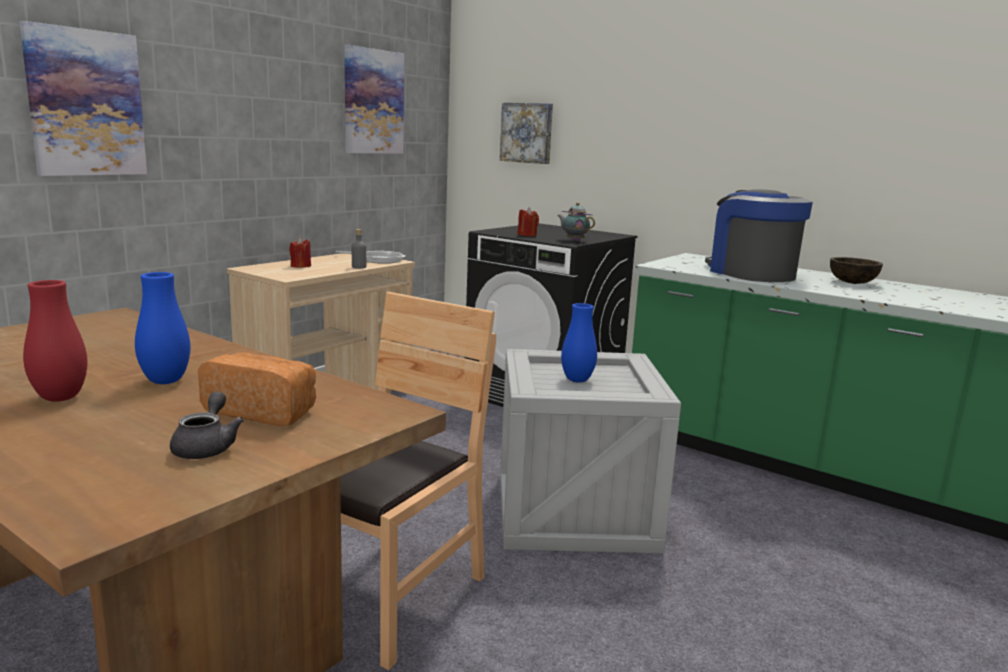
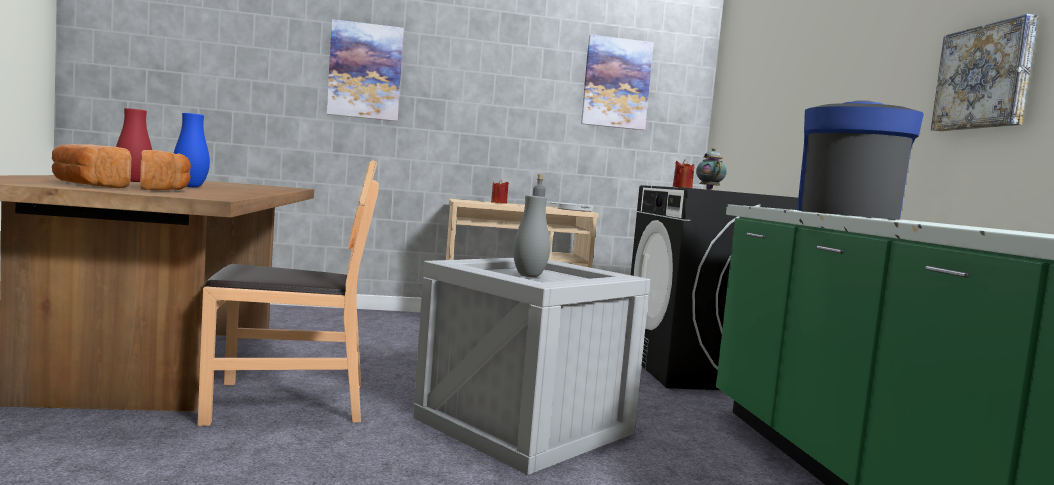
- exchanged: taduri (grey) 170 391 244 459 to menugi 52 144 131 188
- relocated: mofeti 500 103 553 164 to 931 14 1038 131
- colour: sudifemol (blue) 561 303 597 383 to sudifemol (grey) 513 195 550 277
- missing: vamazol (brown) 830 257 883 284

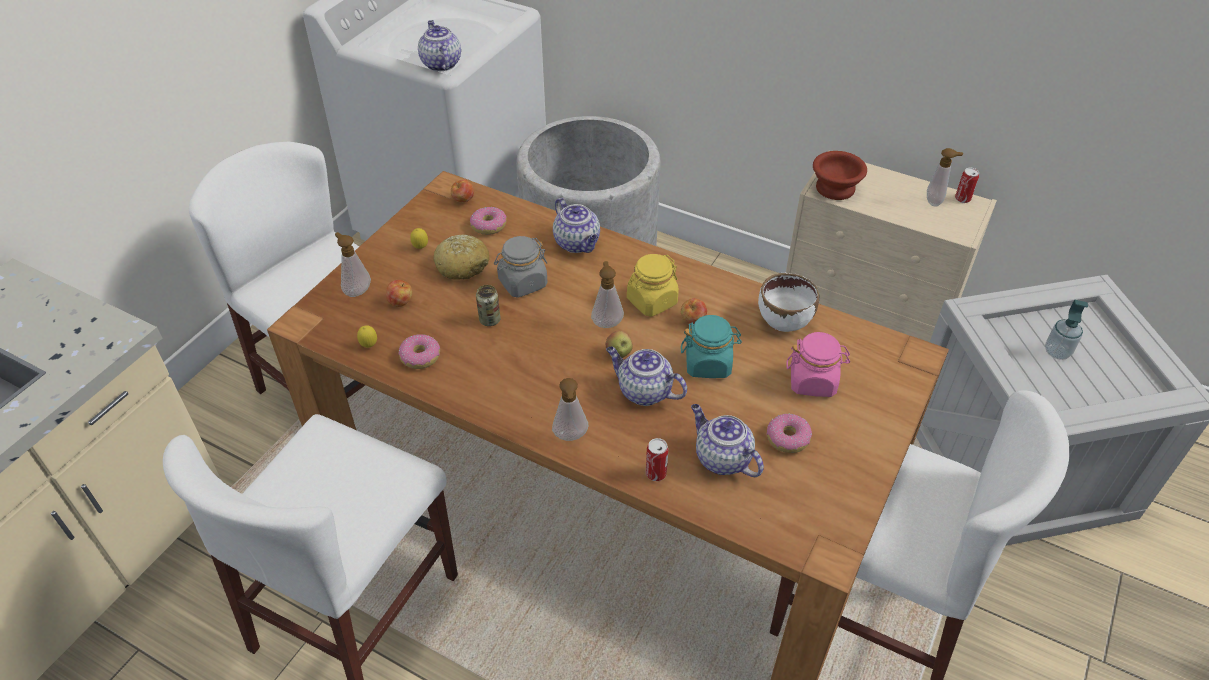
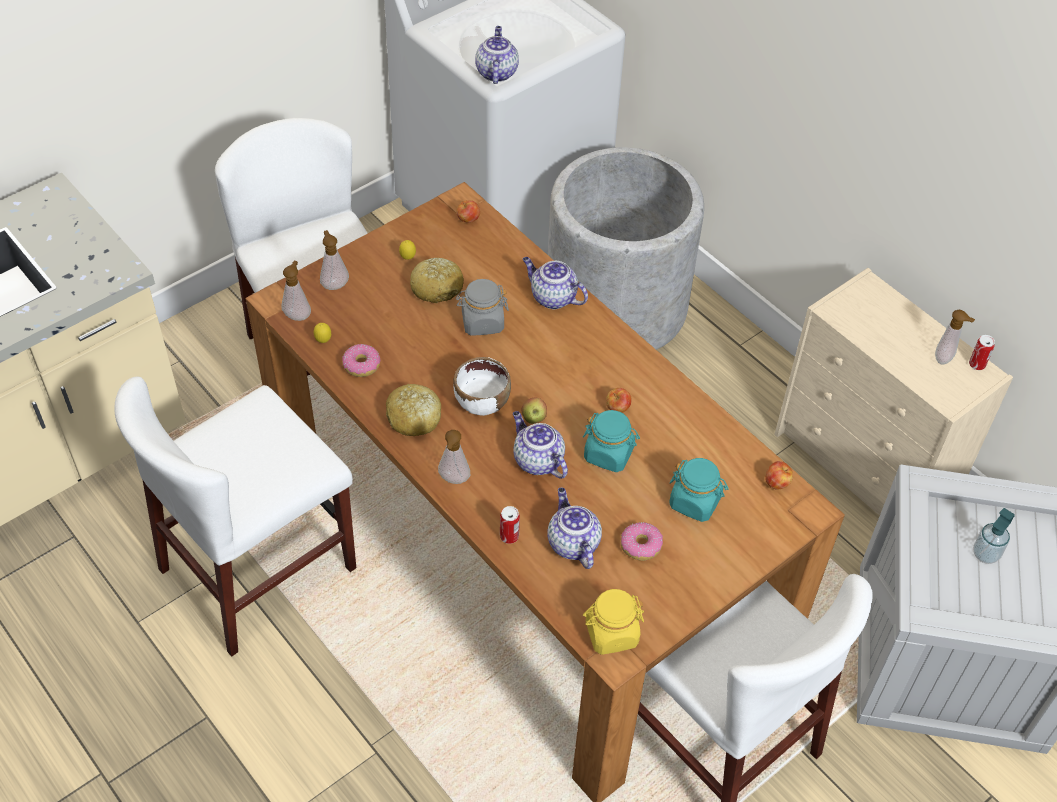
- relocated: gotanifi 386 280 413 307 to 765 461 793 490
- missing: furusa 470 207 507 235
- missing: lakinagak 476 285 501 326
- spun: taduri 553 198 600 253 = 523 257 588 309 135 degrees clockwise
- relocated: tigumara 591 261 624 328 to 281 261 311 321
- relocated: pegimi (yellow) 627 254 679 317 to 583 589 644 655
- relocated: vamazol (white) 758 272 819 332 to 453 357 511 416
- colour: pegimi (pink) 786 332 850 397 to pegimi (turquoise) 669 458 728 522
- missing: vamazol (brown) 813 151 867 200
- appeared: menugi 386 384 441 436

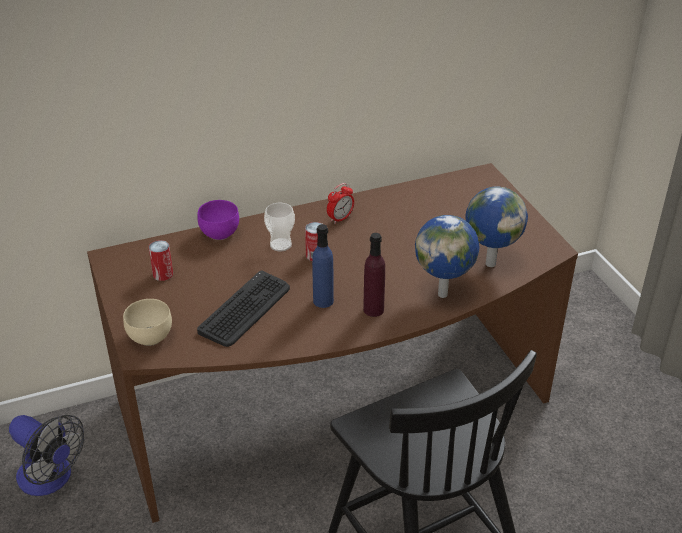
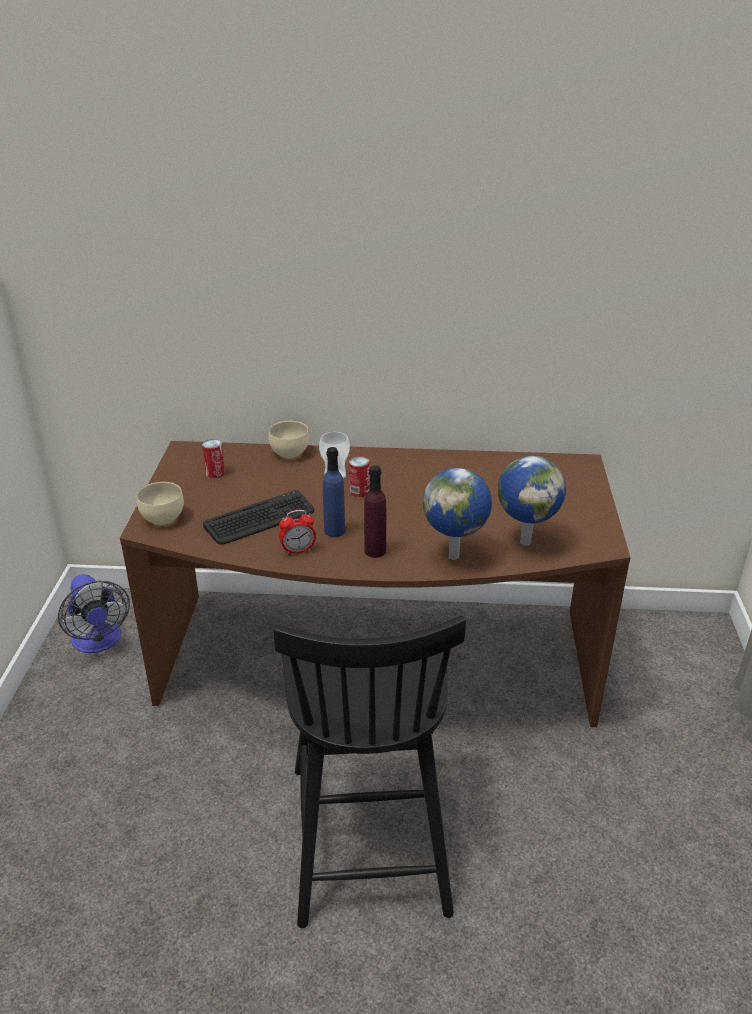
- colour: vamazol (purple) 198 200 239 240 to vamazol (beige) 269 421 309 459
- relocated: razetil 327 183 354 224 to 279 510 316 555

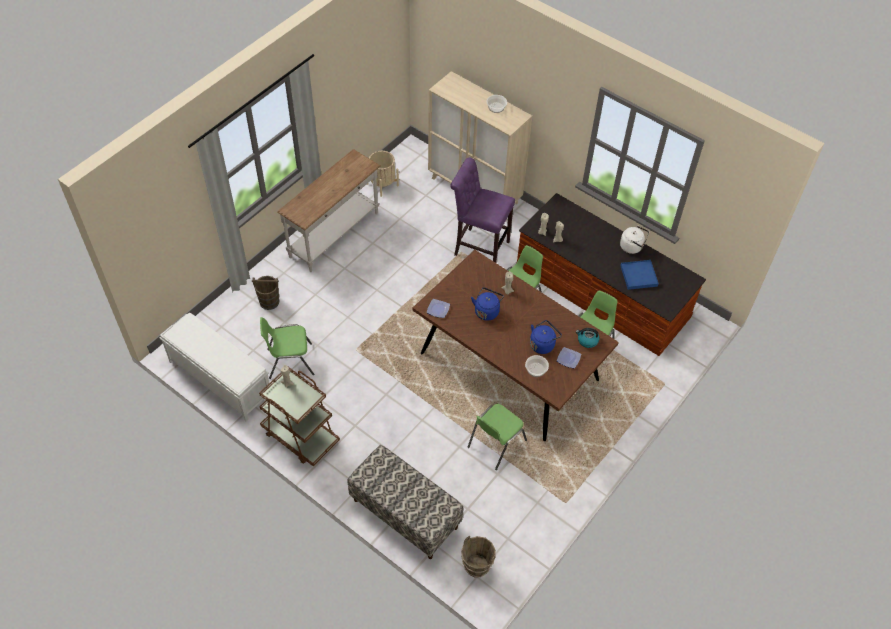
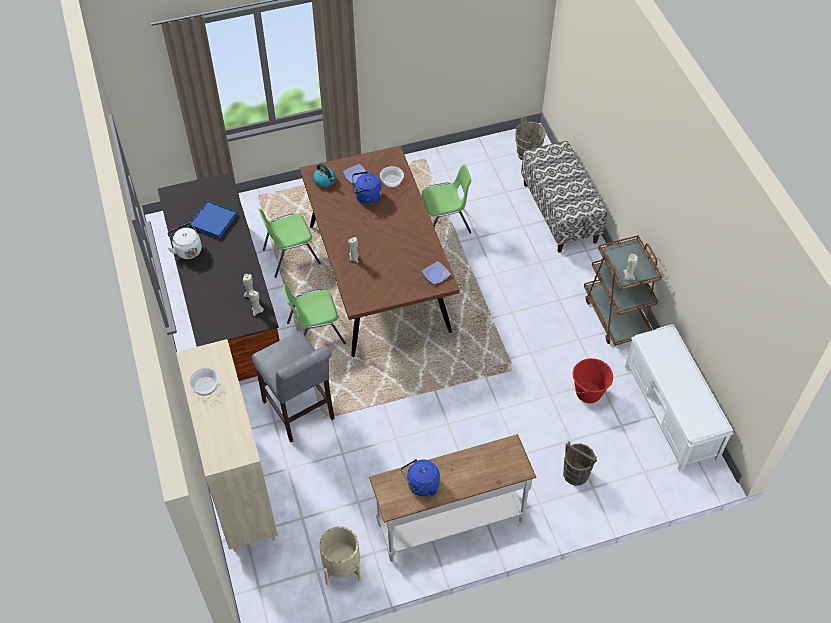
- exchanged: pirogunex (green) 260 317 314 379 to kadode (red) 573 358 613 403
- colour: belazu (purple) 450 158 515 263 to belazu (grey) 252 331 335 443
- relocated: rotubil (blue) 471 287 504 321 to 401 459 440 496

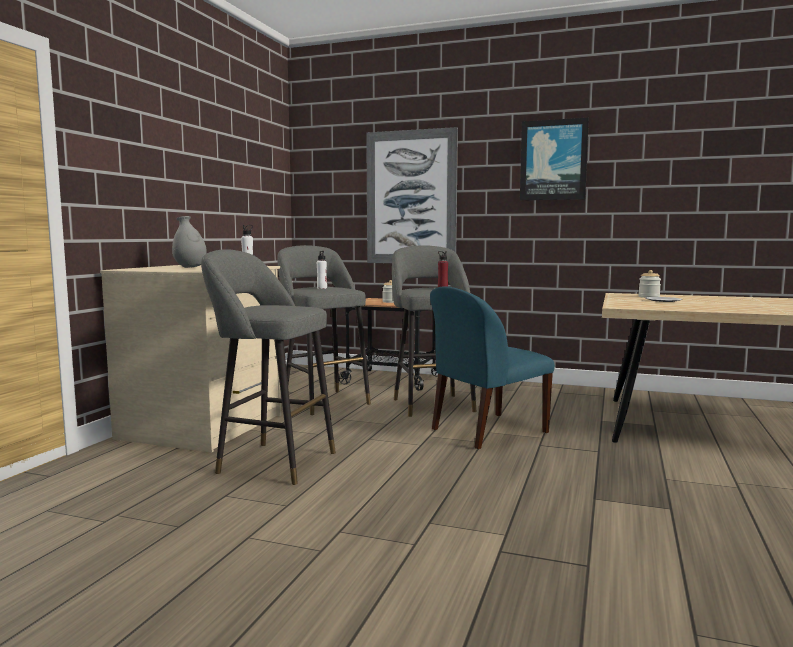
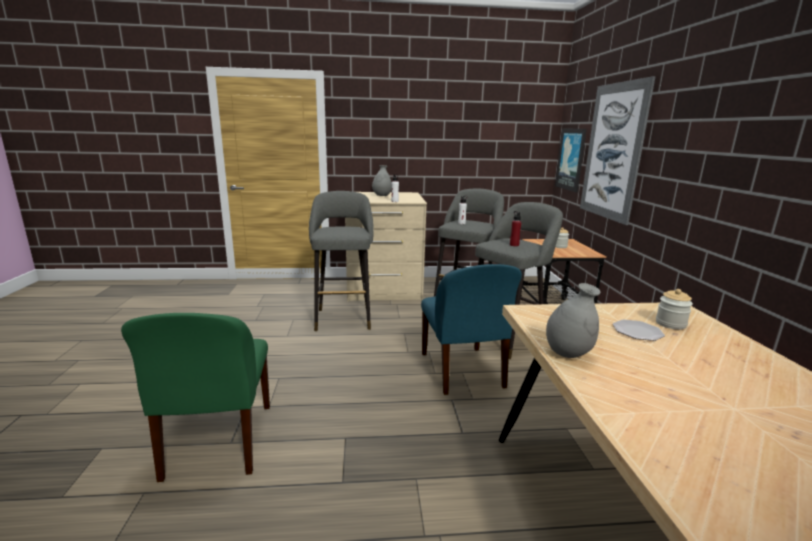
- spun: pirogunex (blue) 430 287 555 449 = 421 264 522 395 135 degrees counterclockwise
- relocated: mofeti 520 118 589 200 to 555 129 587 192
- appeared: pirogunex (green) 121 313 270 482
- appeared: sudifemol (grey) 546 283 601 358

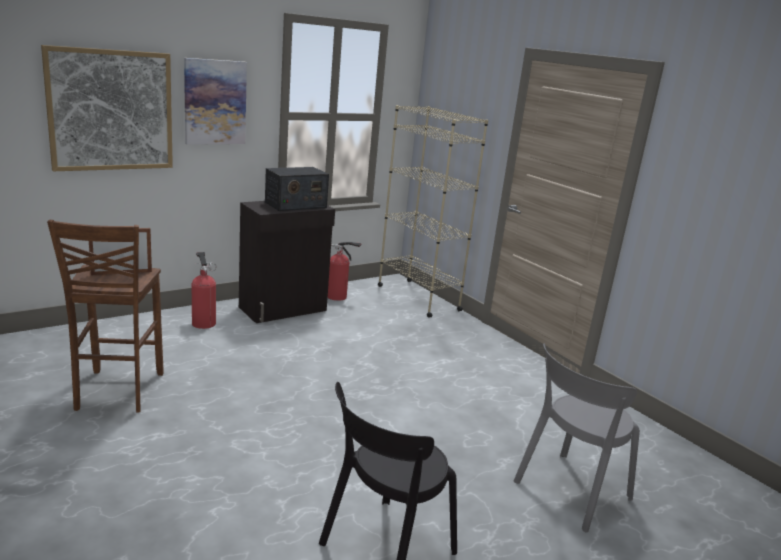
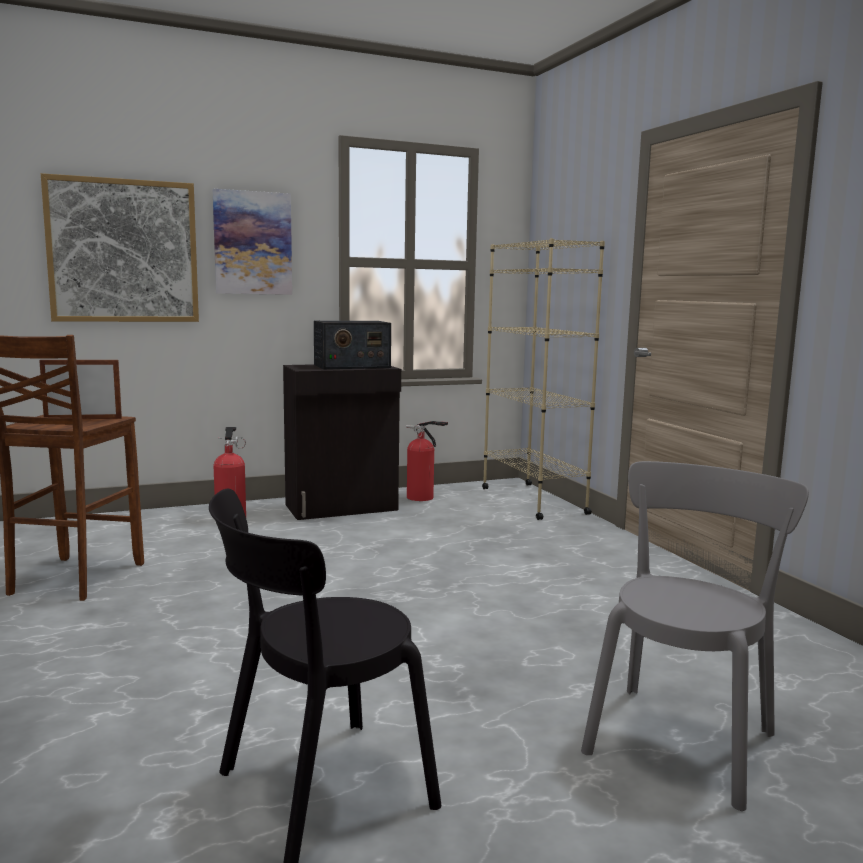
- spun: pirogunex (grey) 514 344 640 533 = 581 461 809 811 150 degrees clockwise

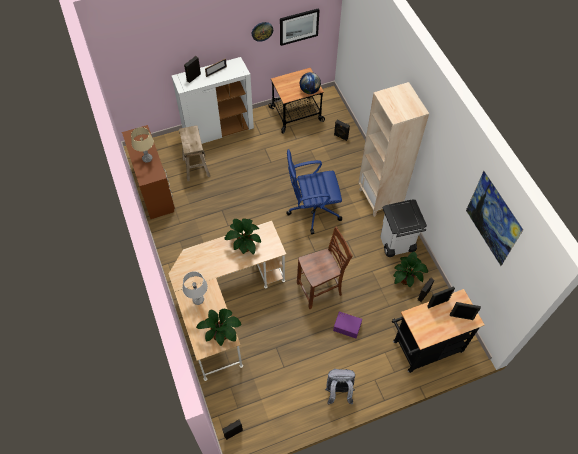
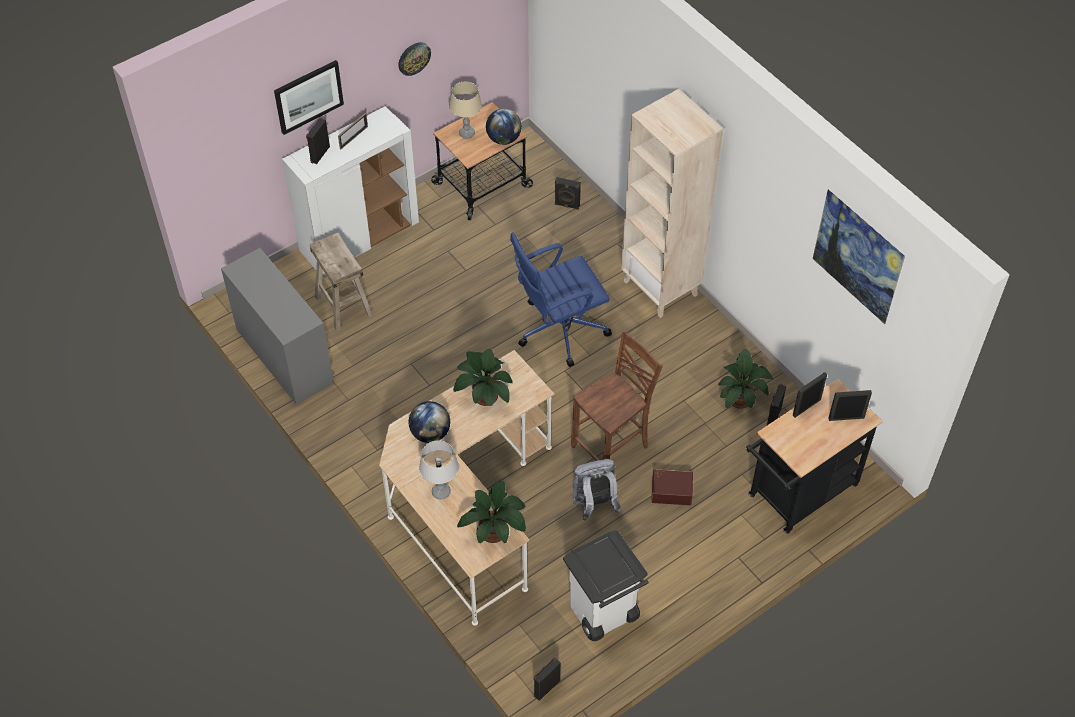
- colour: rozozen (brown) 122 125 175 219 to rozozen (grey) 221 248 333 405
- relocated: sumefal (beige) 131 127 154 163 to 449 82 482 139
- relocated: mofeti 280 8 319 46 to 274 60 344 135
- relocated: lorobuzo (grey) 324 368 355 405 to 573 459 621 521
- colour: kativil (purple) 333 311 362 338 to kativil (brown) 651 469 693 505
- relocated: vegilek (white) 380 200 427 257 to 563 530 648 641
- appeared: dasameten 408 401 450 443

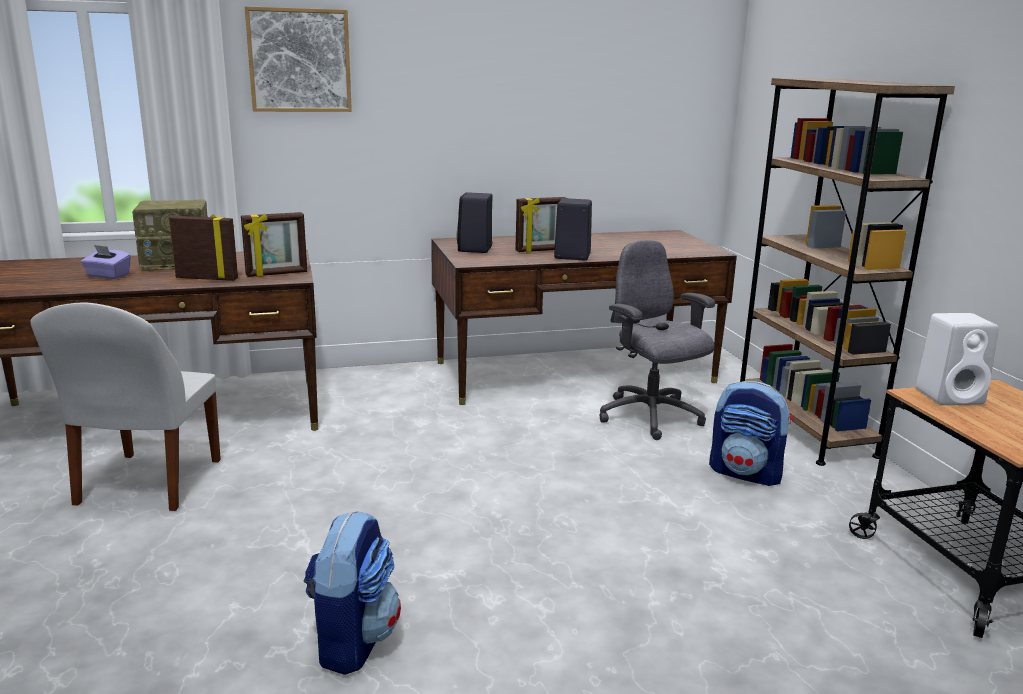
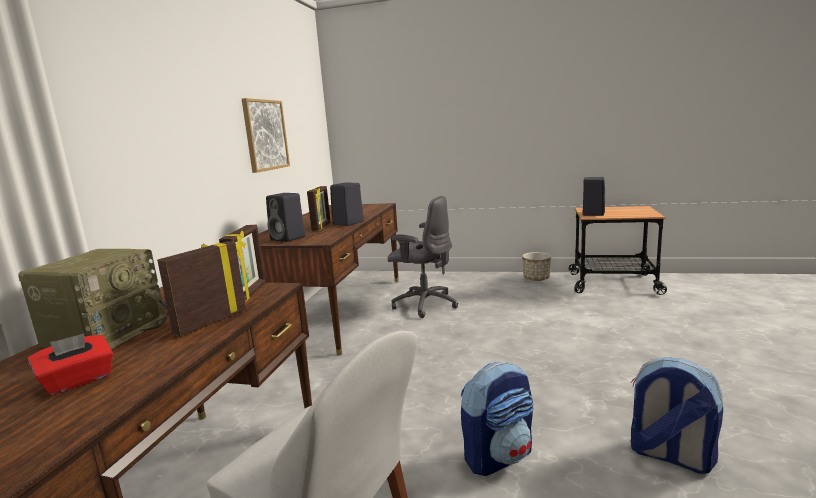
- colour: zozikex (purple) 81 245 131 279 to zozikex (red) 28 333 113 395
- relocated: mofeti 245 6 352 112 to 242 98 290 173
- spun: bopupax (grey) 599 240 715 440 = 387 196 458 318 150 degrees counterclockwise
- relocated: lorobuzo 709 381 793 486 to 461 362 534 476
- missing: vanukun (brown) 740 78 955 466
- colour: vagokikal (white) 916 313 999 405 to vagokikal (black) 582 177 605 216
- appeared: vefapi 522 252 551 281

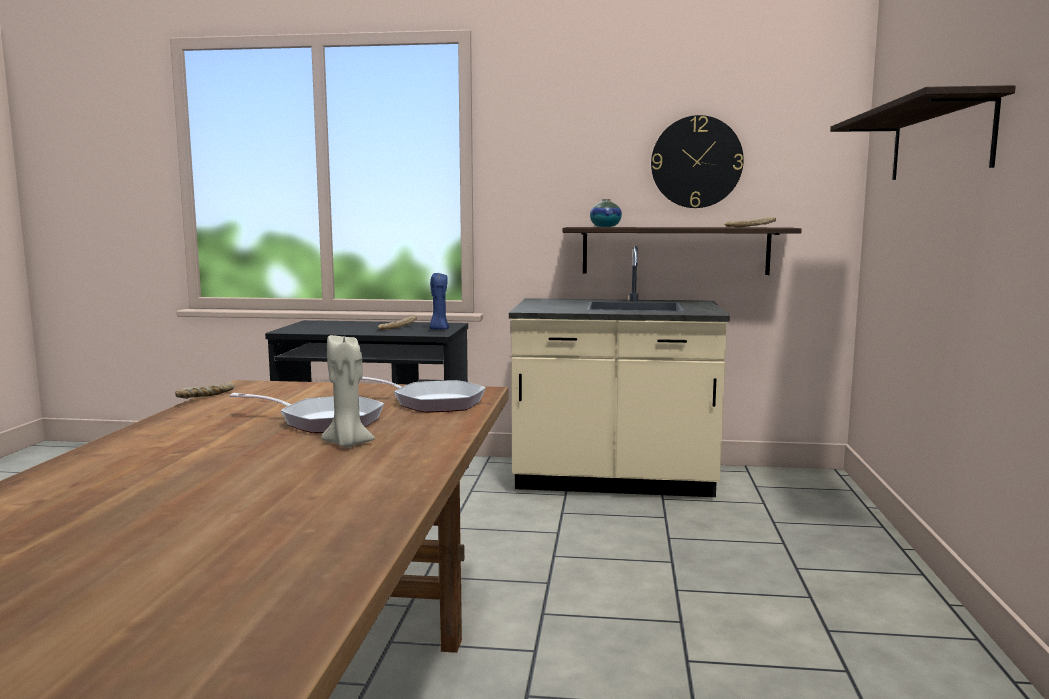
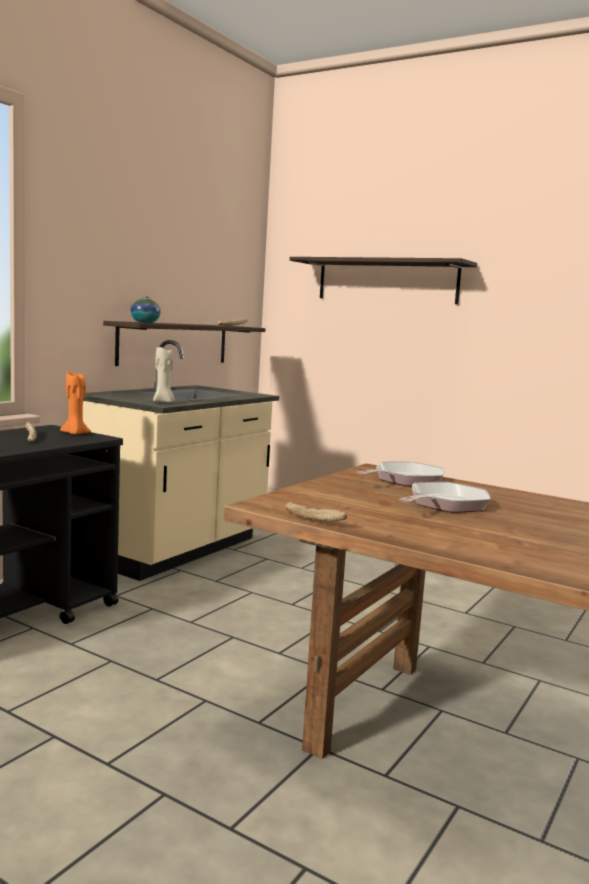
- relocated: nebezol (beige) 321 335 375 447 to 153 347 175 403
- colour: nebezol (blue) 429 273 449 330 to nebezol (orange) 60 372 91 435
- missing: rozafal 651 115 744 208

